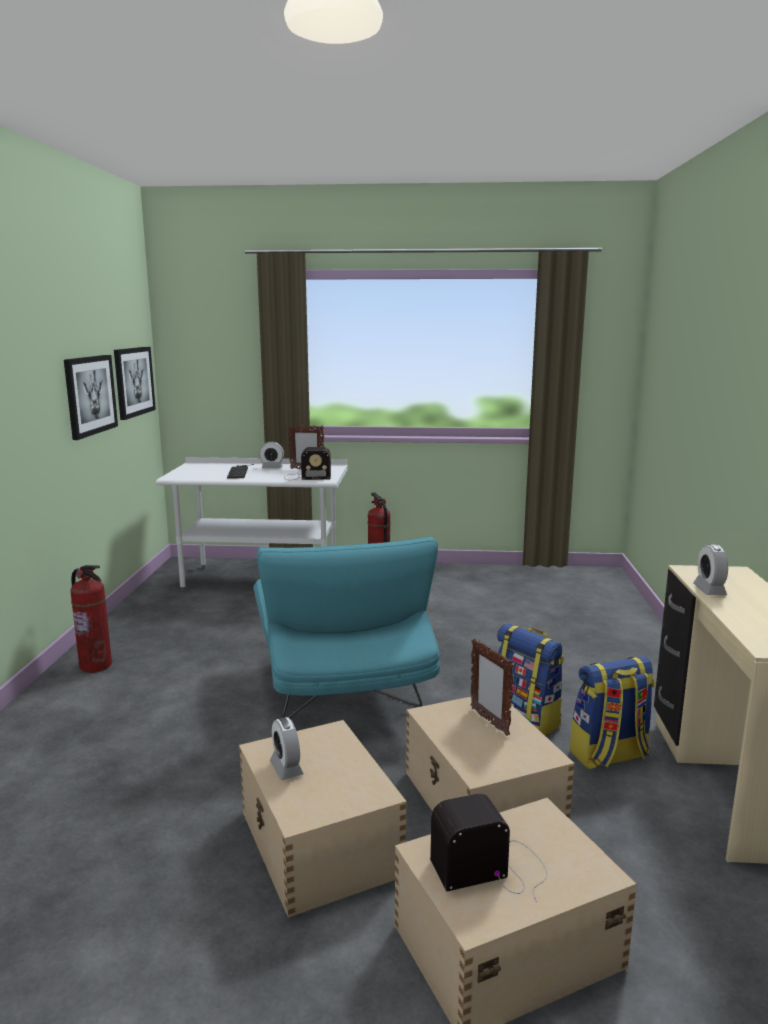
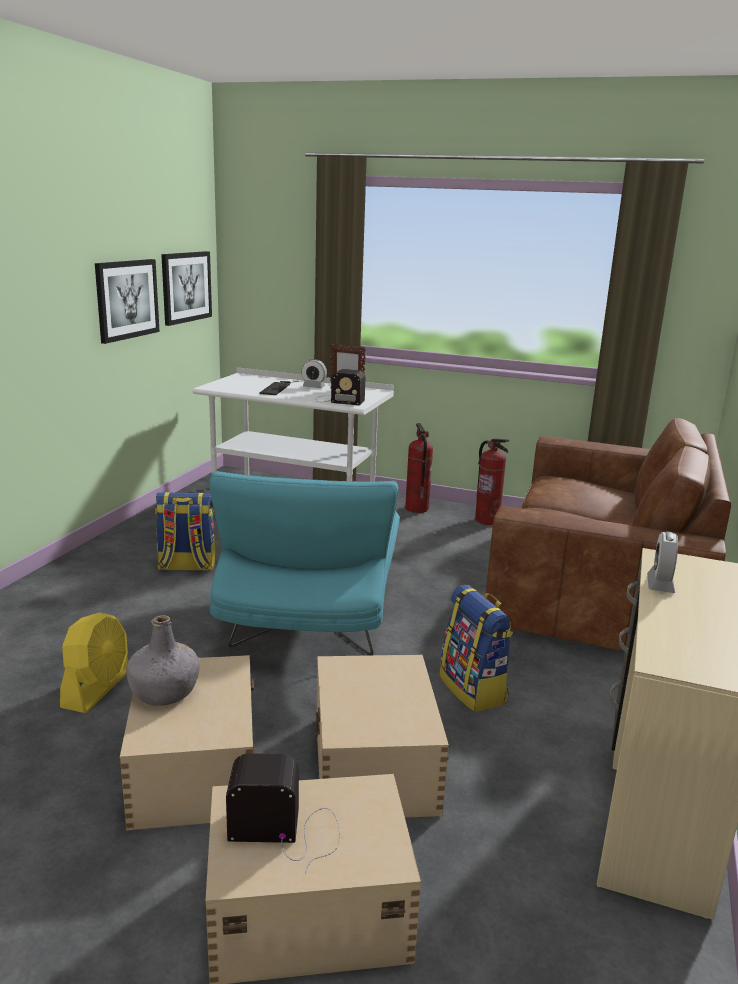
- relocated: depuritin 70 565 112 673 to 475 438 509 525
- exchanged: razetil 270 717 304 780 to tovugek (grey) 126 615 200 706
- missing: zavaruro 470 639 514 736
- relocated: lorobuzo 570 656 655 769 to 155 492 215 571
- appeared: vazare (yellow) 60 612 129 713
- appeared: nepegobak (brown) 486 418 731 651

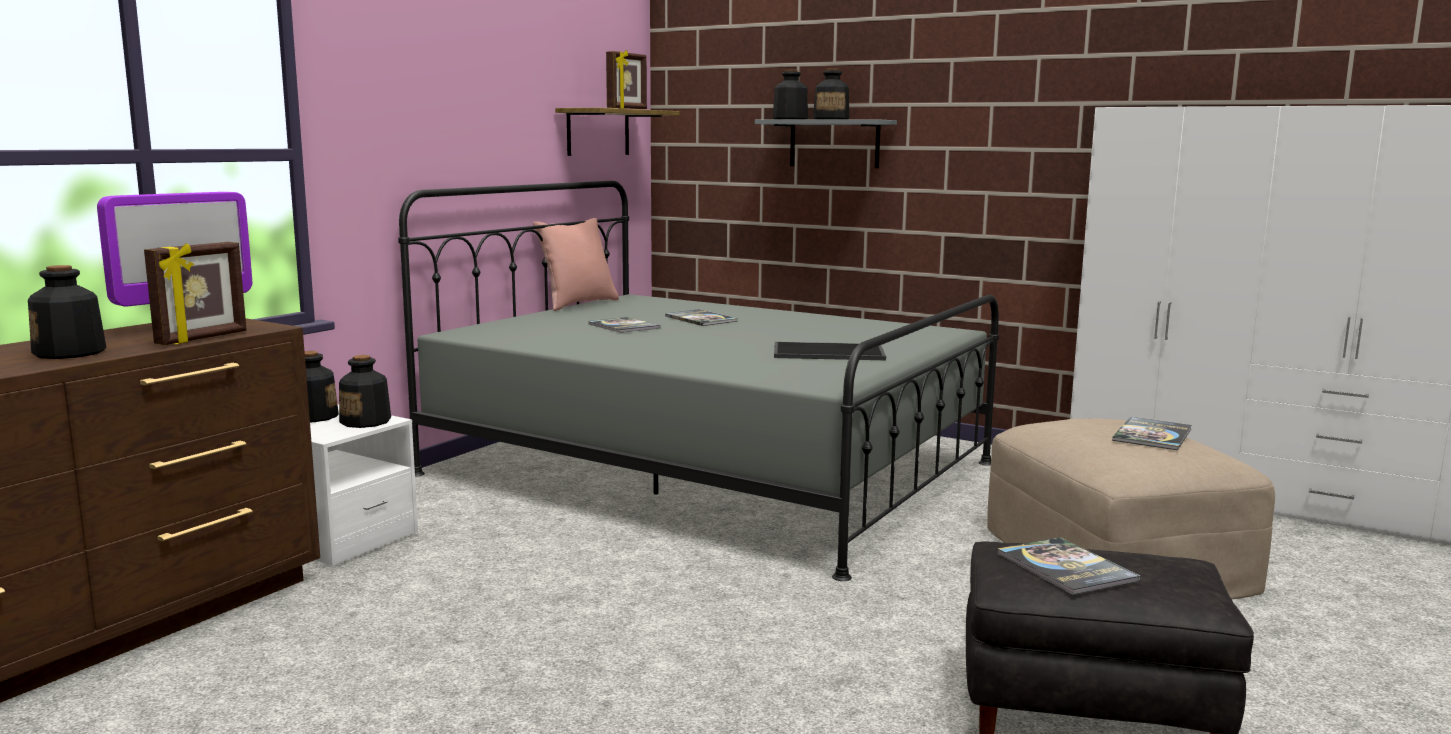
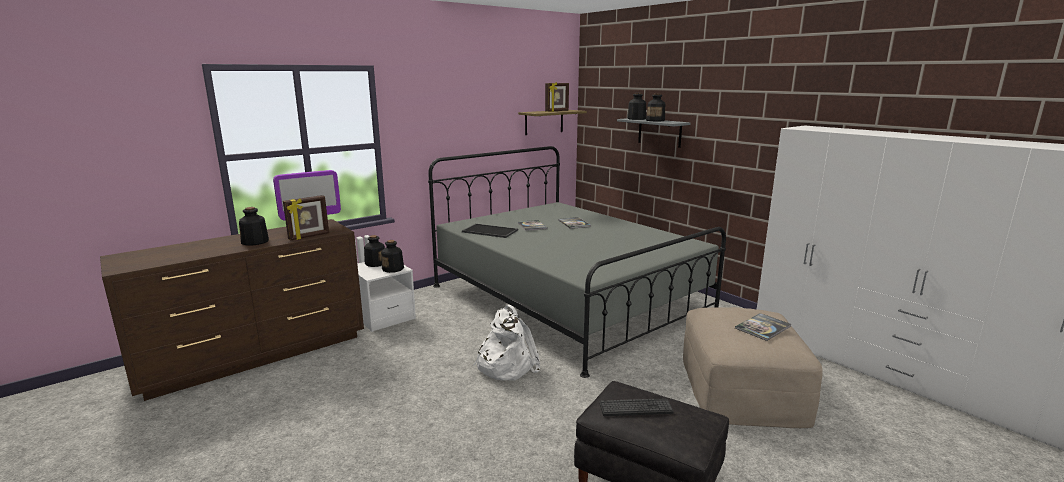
- missing: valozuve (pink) 533 218 619 311
- relocated: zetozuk 774 342 886 360 to 462 224 518 238
- exchanged: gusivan 997 537 1141 595 to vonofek 599 398 674 416
- appeared: lorobuzo (white) 474 305 540 381

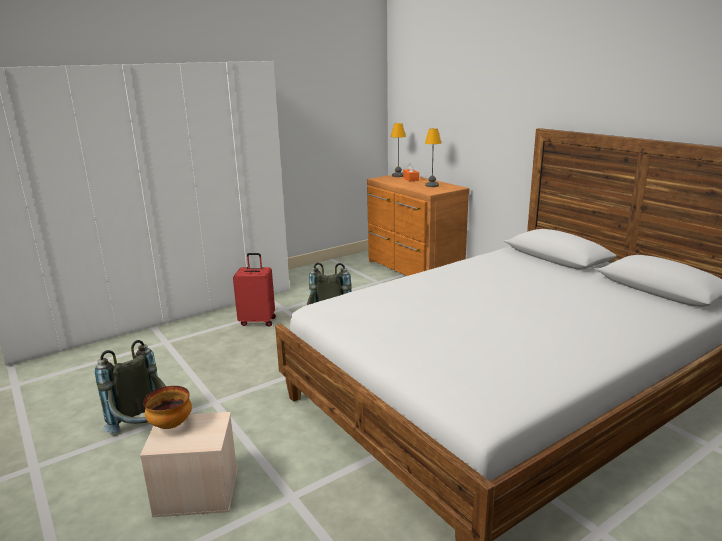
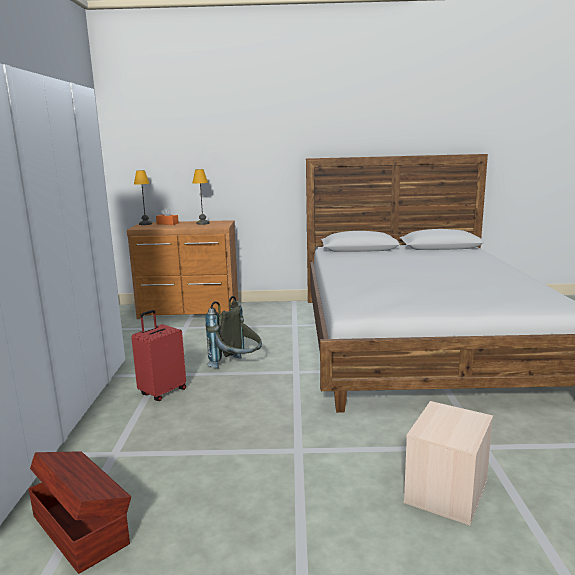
- missing: lorobuzo (grey) 95 340 166 433
- missing: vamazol 143 386 192 429
- appeared: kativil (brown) 29 452 131 574

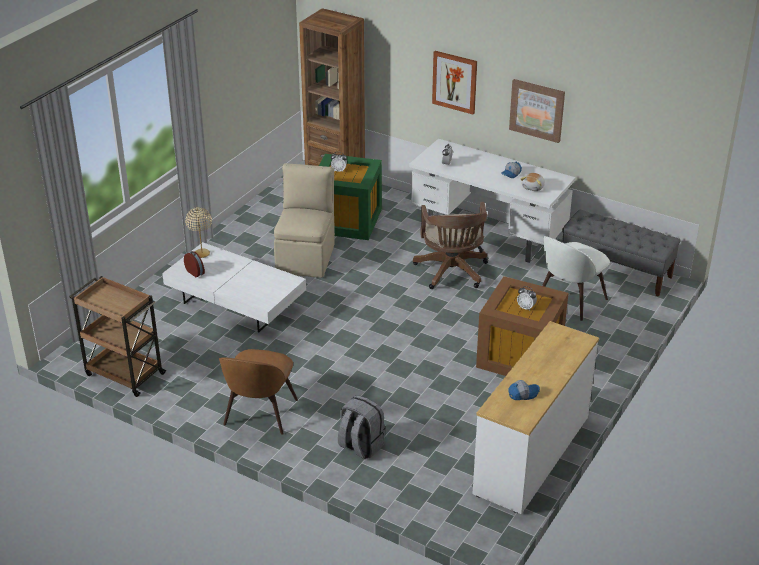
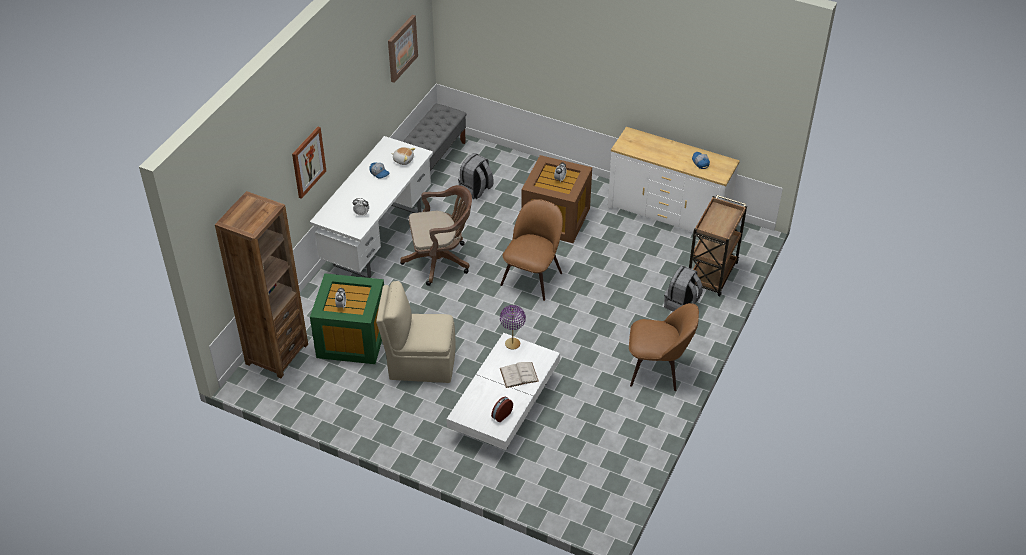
- relocated: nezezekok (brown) 69 276 167 397 to 689 195 747 296
- missing: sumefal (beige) 185 207 212 258
- relocated: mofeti 509 79 565 143 to 388 15 418 83
- exchanged: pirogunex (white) 542 236 610 321 to lorobuzo (grey) 458 153 494 199
- appeared: pirogunex (brown) 500 199 563 301
- appeared: sumefal (purple) 500 305 526 350
- appeared: gusivan (white) 500 362 539 388

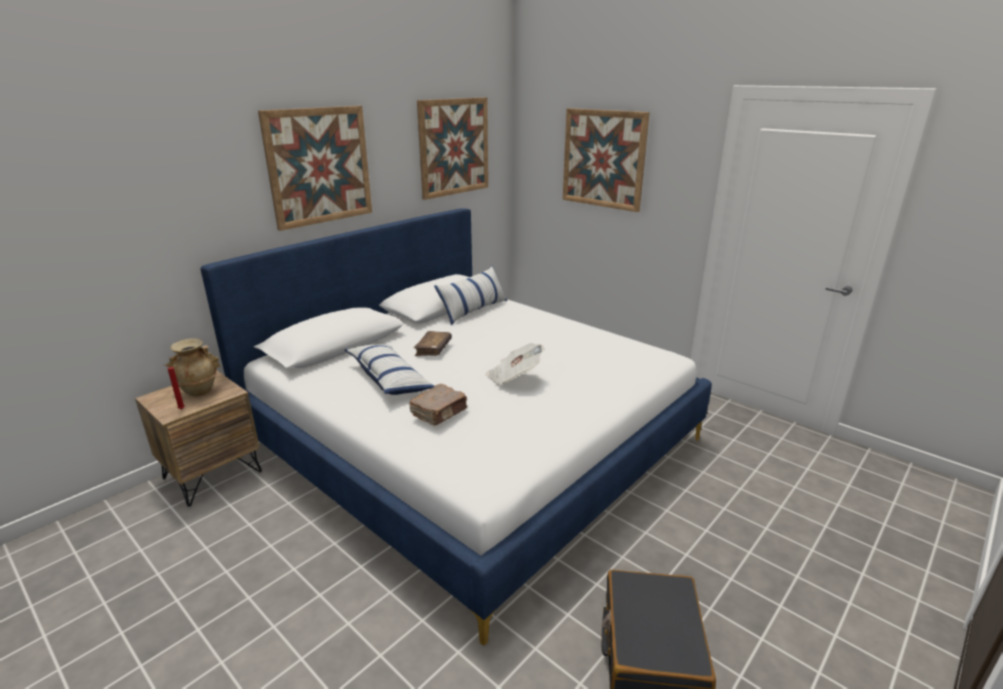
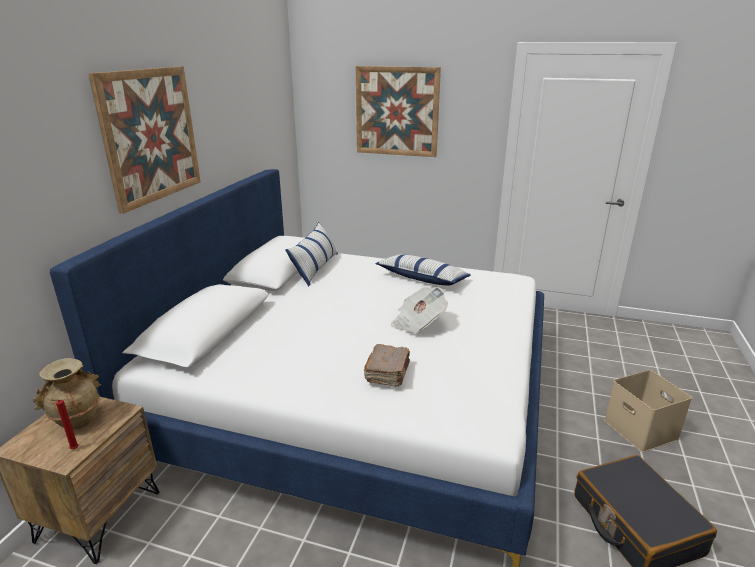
- relocated: valozuve 345 344 434 395 to 375 254 471 286
- missing: gusivan (brown) 414 331 452 356
- missing: mofeti 417 97 488 200
- appeared: kativil (beige) 604 370 692 452

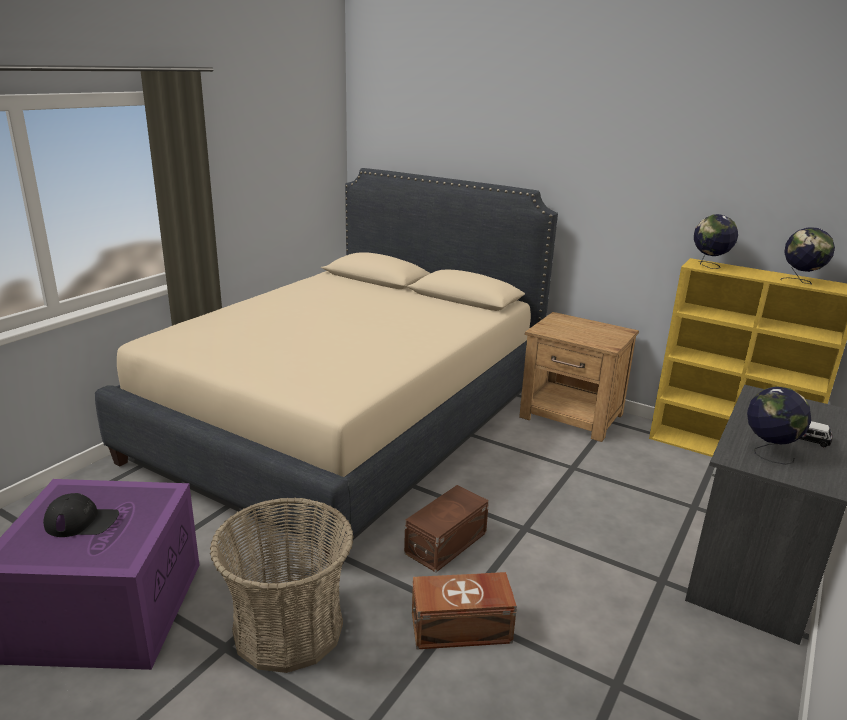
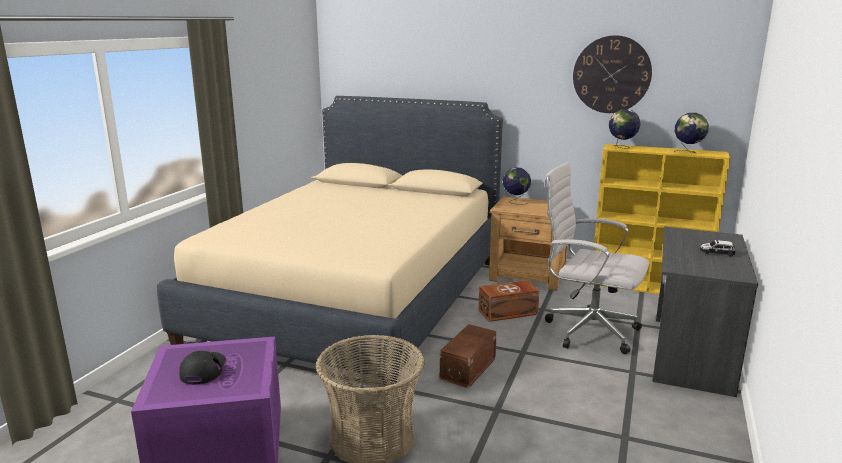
- spun: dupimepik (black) 43 493 119 537 = 179 351 226 385 75 degrees counterclockwise
- relocated: kativil (brown) 412 572 517 650 to 478 280 540 322
- relocated: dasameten 747 386 811 465 to 503 167 531 205
- appeared: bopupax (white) 544 162 649 354
- appeared: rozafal 573 35 652 113

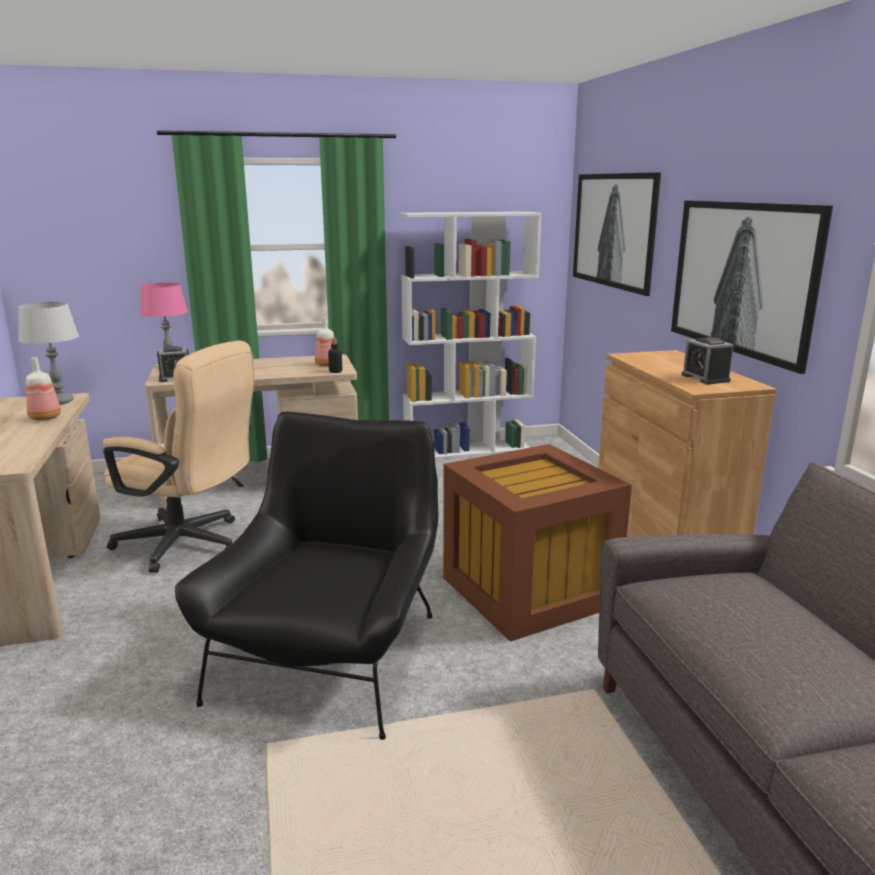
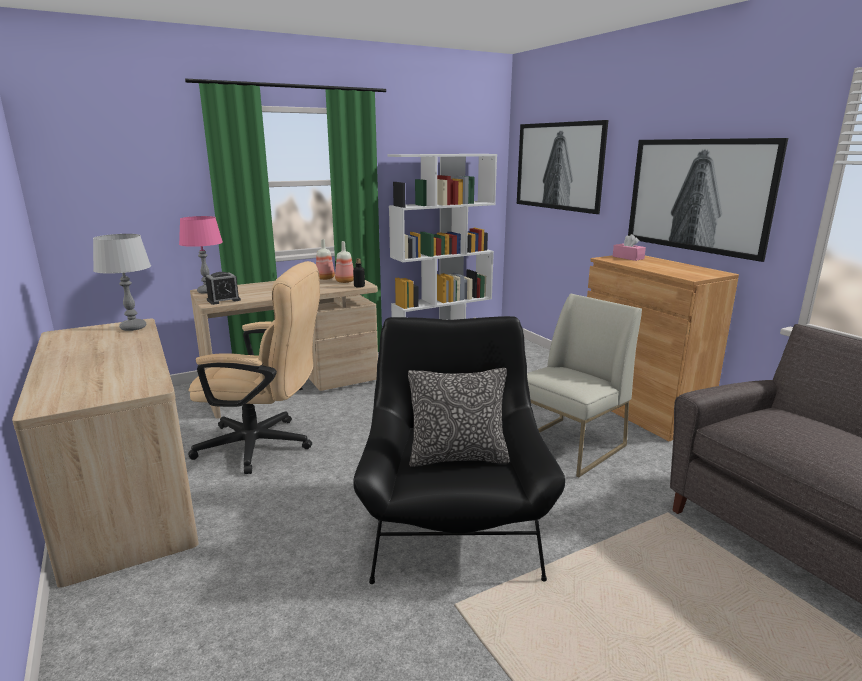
- relocated: tovugek 26 357 61 421 to 316 239 335 280
- exchanged: kativil (brown) 443 444 632 642 to pirogunex (white) 527 294 642 477
- missing: razetil 682 337 734 384
- appeared: valozuve 408 368 510 467
- appeared: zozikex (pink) 613 234 646 261

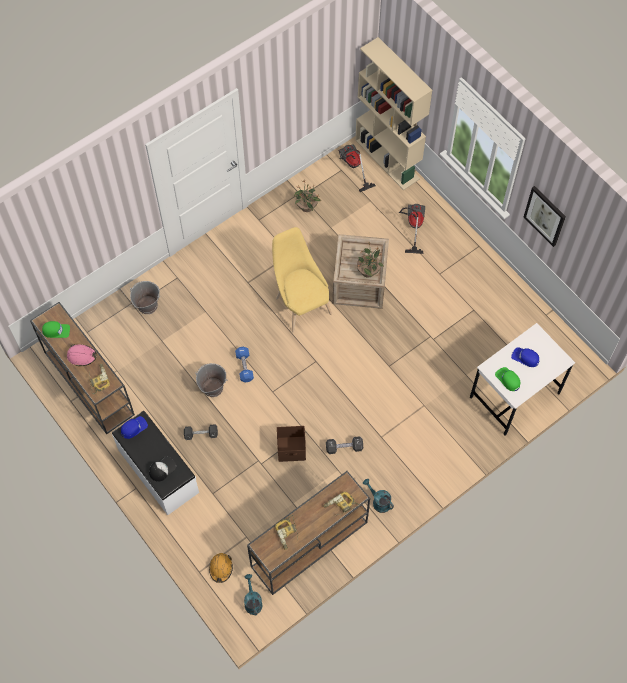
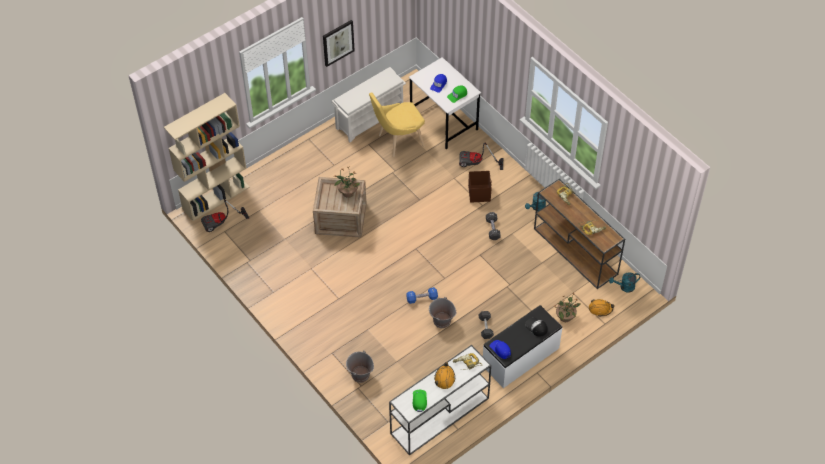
- colour: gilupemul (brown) 30 302 135 434 to gilupemul (white) 389 345 491 456
- colour: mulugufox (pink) 67 344 97 366 to mulugufox (orange) 434 362 455 389
- relocated: pirogunex (yellow) 272 227 332 332 to 369 92 425 157
- relocated: kativil (brown) 277 426 306 462 to 468 171 492 203
- relocated: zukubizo 294 180 321 212 to 553 292 581 322
- relocated: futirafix 399 204 425 254 to 459 143 503 170
- appeared: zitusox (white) 332 67 406 142

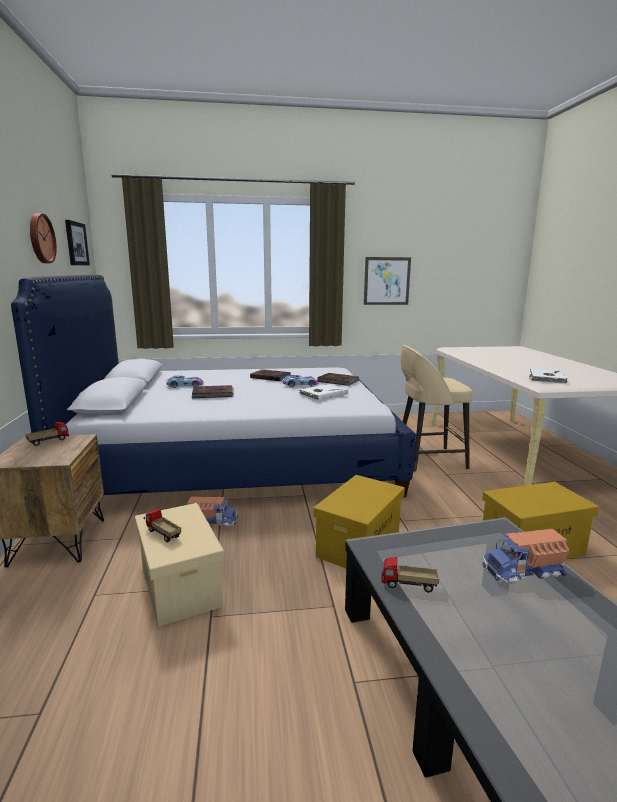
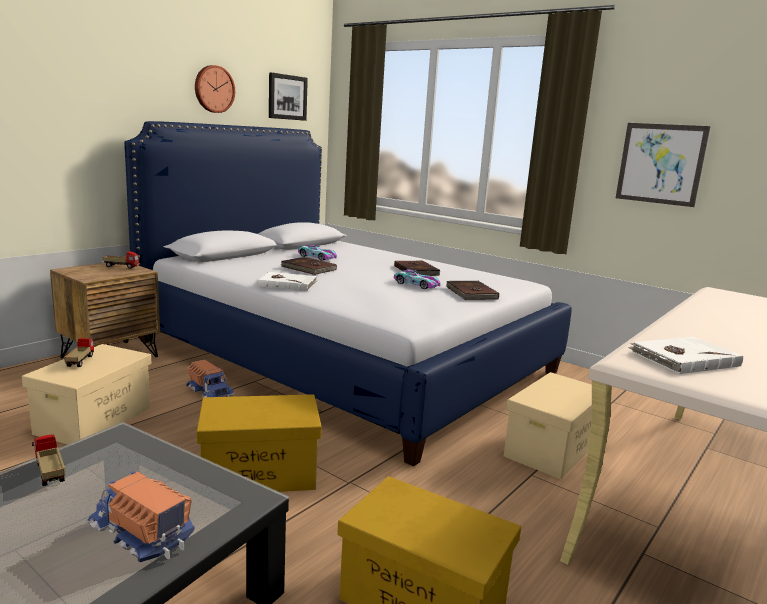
- relocated: gusivan (white) 298 384 348 401 to 257 272 317 291
- exchanged: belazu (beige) 400 345 472 472 to kativil (beige) 504 372 592 479

